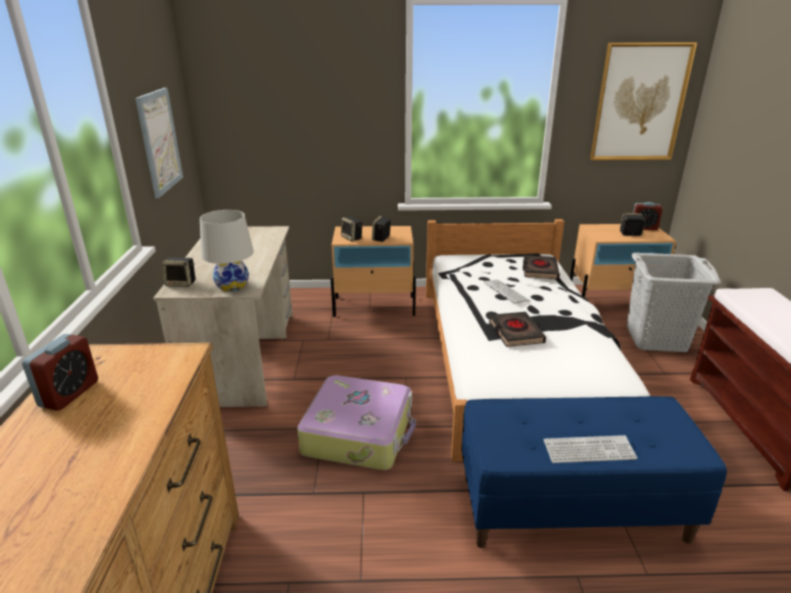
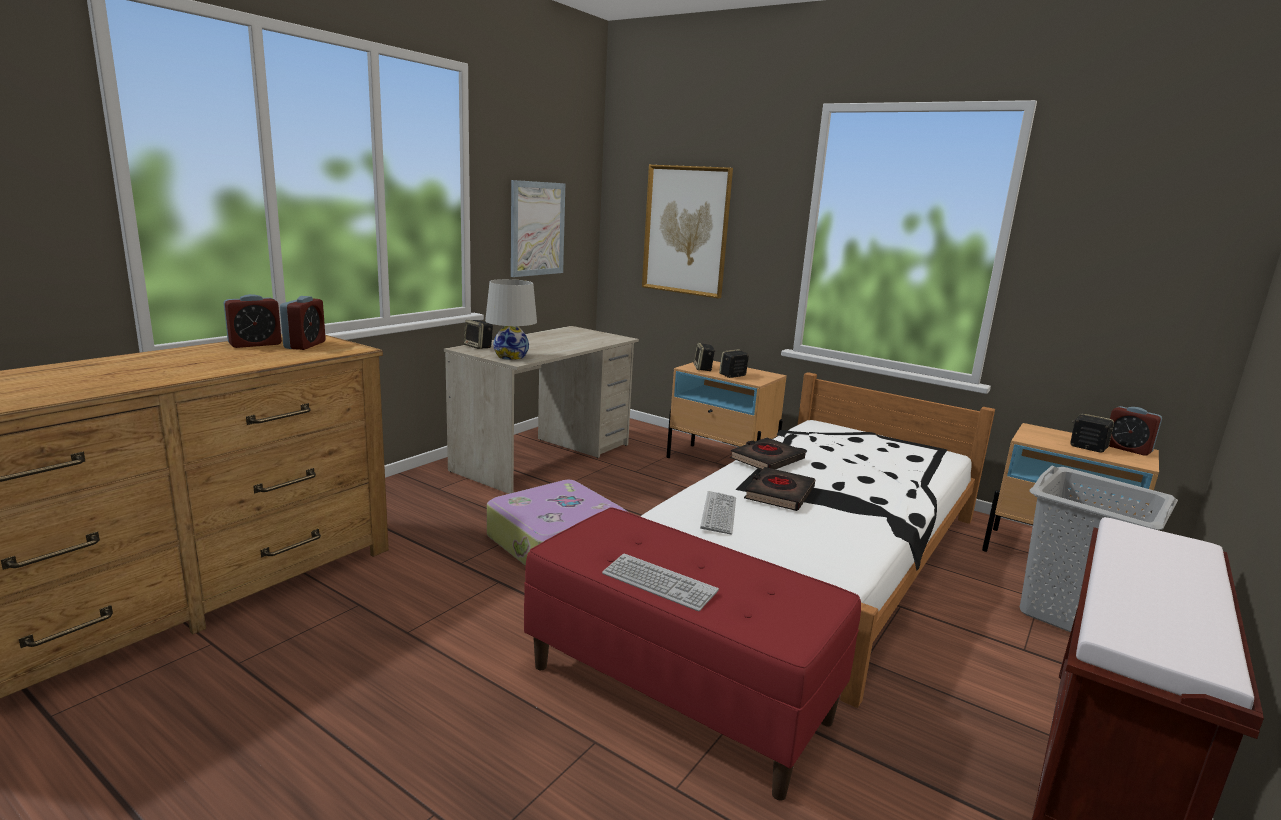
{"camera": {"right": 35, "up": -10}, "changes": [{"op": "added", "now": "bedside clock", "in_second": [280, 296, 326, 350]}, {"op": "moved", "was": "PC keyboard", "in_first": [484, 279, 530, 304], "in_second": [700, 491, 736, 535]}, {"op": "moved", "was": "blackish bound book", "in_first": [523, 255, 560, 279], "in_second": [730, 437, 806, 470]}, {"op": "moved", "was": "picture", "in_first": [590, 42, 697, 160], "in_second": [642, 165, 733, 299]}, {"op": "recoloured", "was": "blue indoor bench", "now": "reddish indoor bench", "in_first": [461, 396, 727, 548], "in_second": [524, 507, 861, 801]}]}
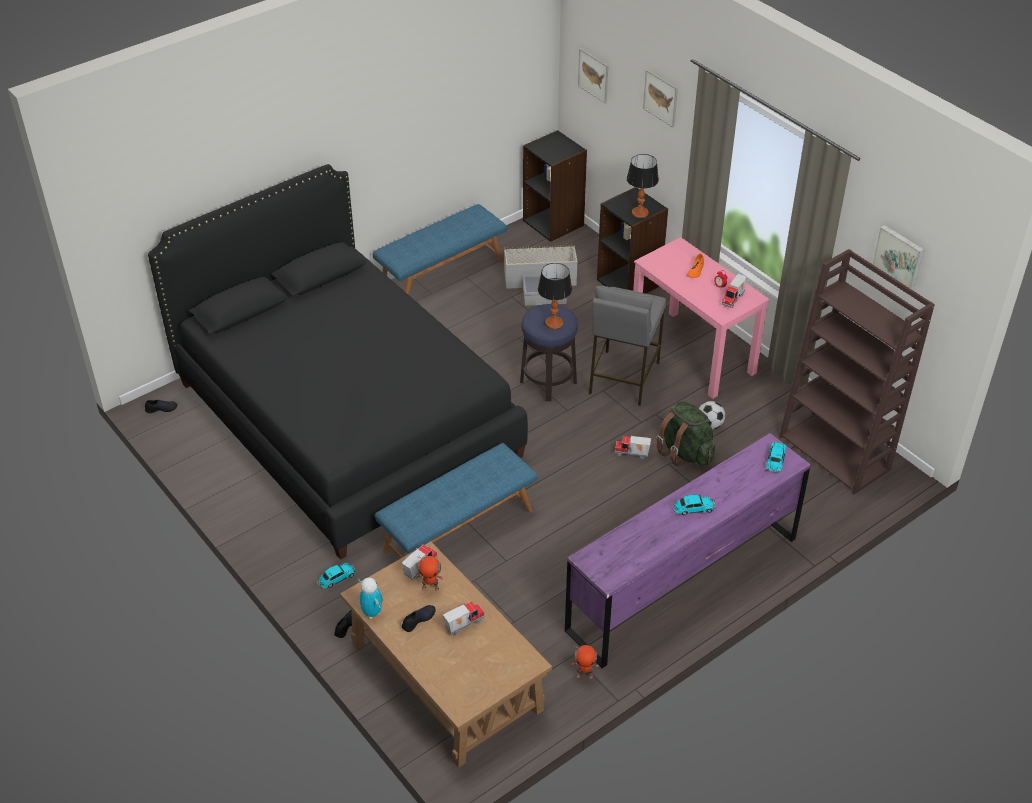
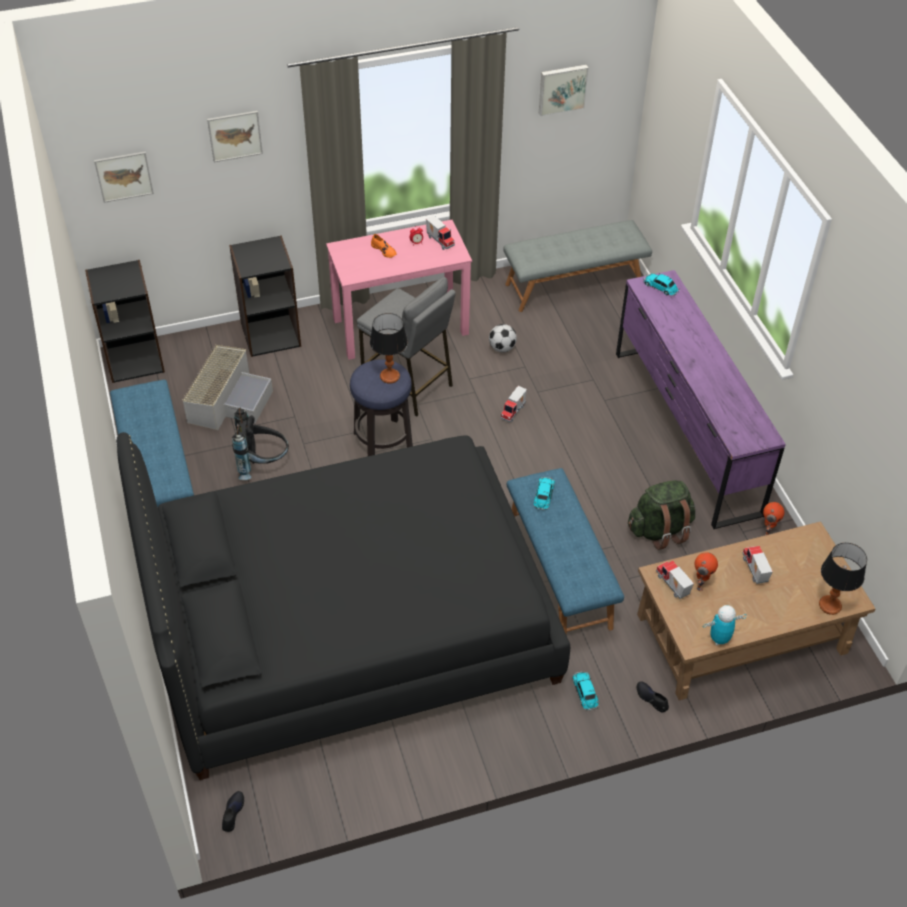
{"camera": {"right": -70, "up": 5}, "changes": [{"op": "removed", "was": "blackish shoe", "in_first": [402, 605, 436, 632]}, {"op": "added", "now": "blackish backpack", "in_second": [232, 408, 289, 480]}, {"op": "moved", "was": "tabletop lamp", "in_first": [627, 154, 659, 218], "in_second": [819, 543, 867, 615]}, {"op": "moved", "was": "green-coloured backpack", "in_first": [656, 401, 715, 467], "in_second": [628, 480, 695, 550]}, {"op": "moved", "was": "miniature car", "in_first": [673, 495, 716, 515], "in_second": [533, 476, 555, 510]}, {"op": "replaced", "was": "brown bookcase", "now": "grey indoor bench", "in_first": [779, 249, 935, 495], "in_second": [503, 220, 652, 312]}]}
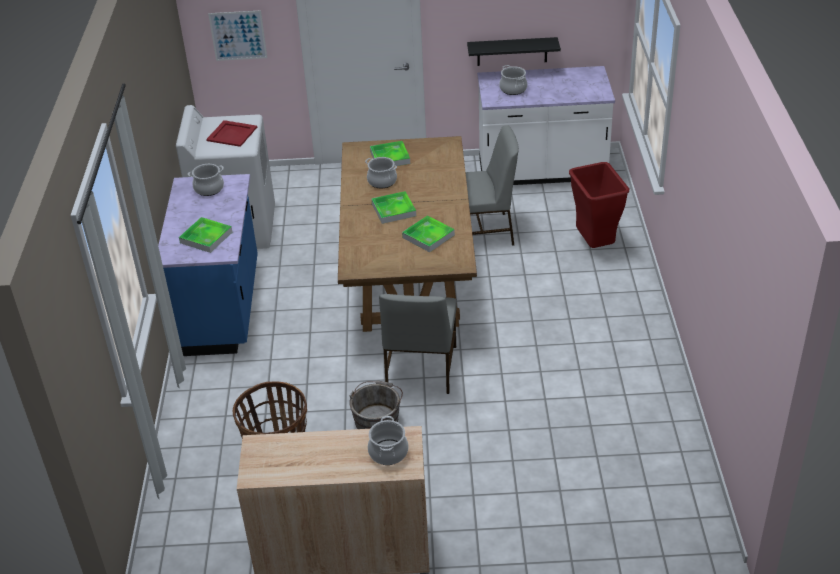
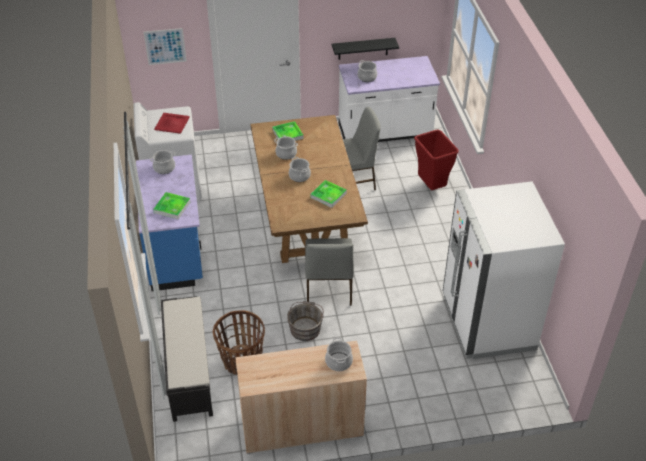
{"camera": {"right": -10, "up": 5}, "changes": [{"op": "added", "now": "blackish indoor bench", "in_second": [161, 296, 213, 422]}, {"op": "added", "now": "white-coloured fridge", "in_second": [443, 181, 565, 359]}, {"op": "replaced", "was": "tray", "now": "saucepot", "in_first": [372, 191, 416, 224], "in_second": [289, 157, 311, 182]}]}
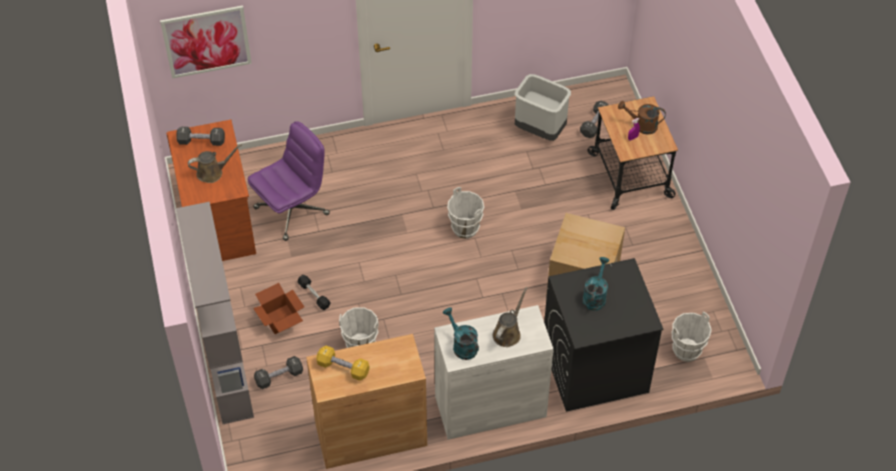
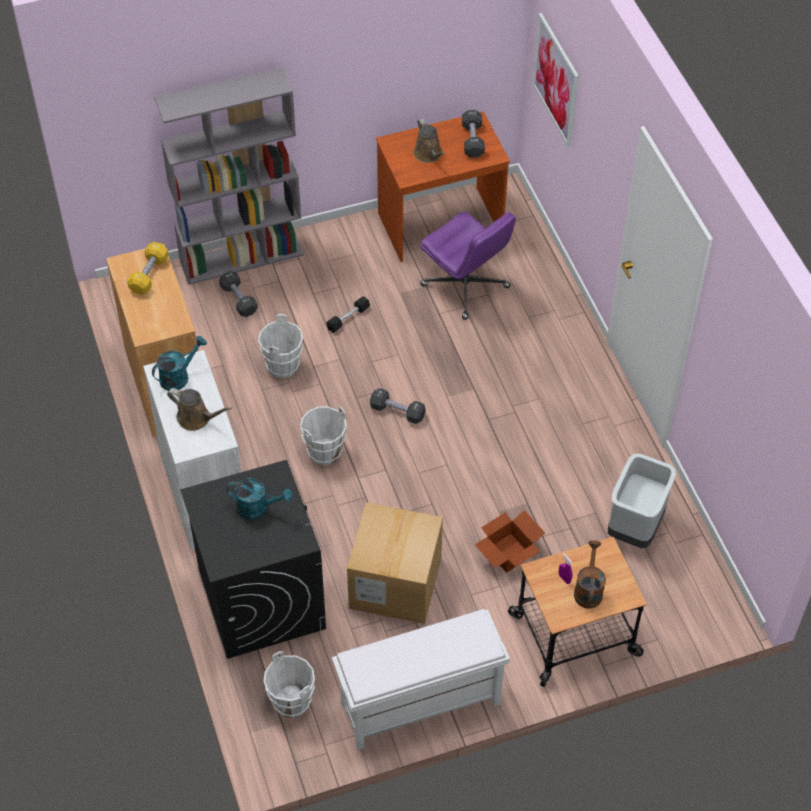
{"camera": {"right": 85, "up": 0}, "changes": [{"op": "added", "now": "white-coloured indoor bench", "in_second": [332, 609, 510, 750]}, {"op": "moved", "was": "carton", "in_first": [253, 283, 304, 334], "in_second": [475, 510, 545, 573]}, {"op": "moved", "was": "white-coloured water bucket", "in_first": [447, 187, 484, 239], "in_second": [300, 406, 346, 465]}, {"op": "moved", "was": "blackish dumbbell", "in_first": [580, 101, 608, 138], "in_second": [370, 388, 426, 424]}]}
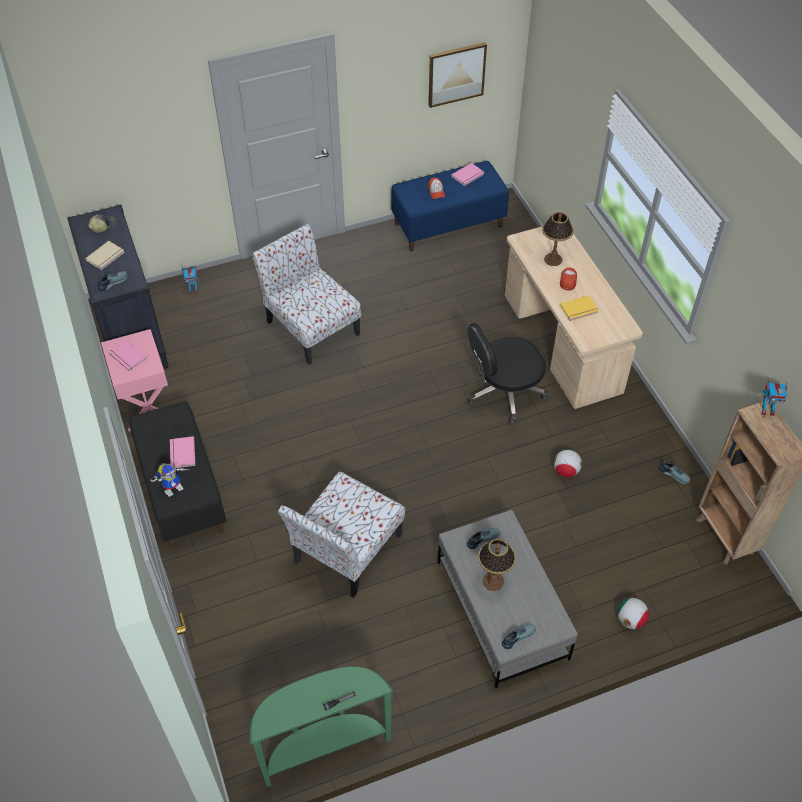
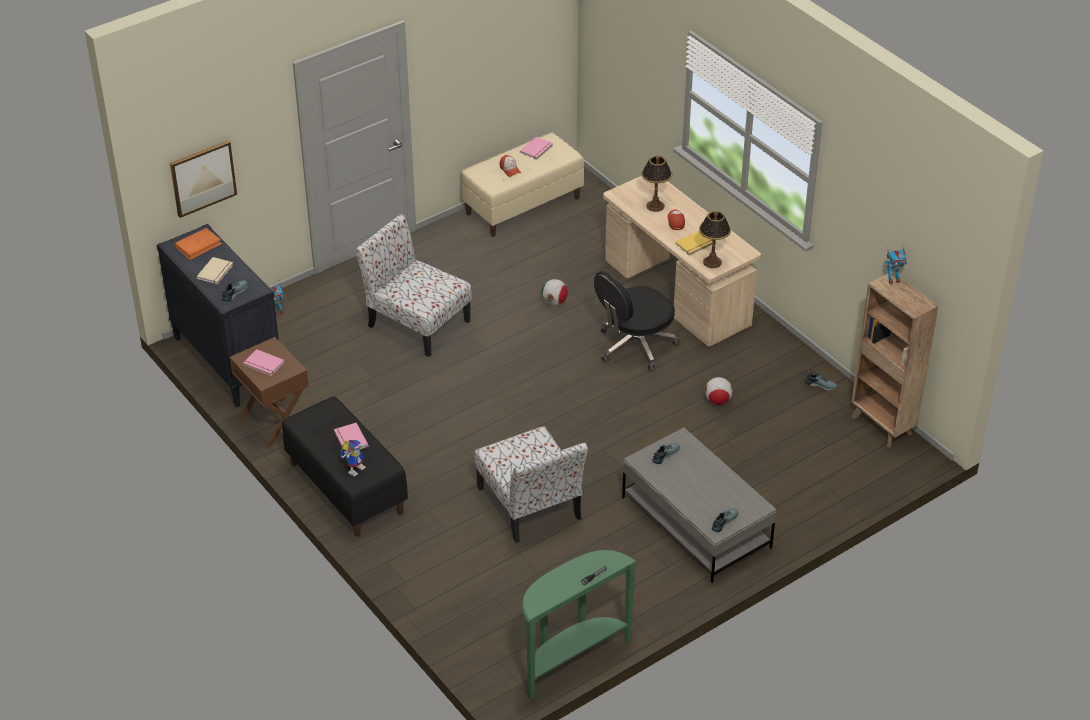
{"camera": {"right": -15, "up": -10}, "changes": [{"op": "moved", "was": "picture", "in_first": [428, 42, 487, 108], "in_second": [170, 140, 237, 218]}, {"op": "moved", "was": "tabletop lamp", "in_first": [478, 538, 516, 591], "in_second": [699, 211, 731, 268]}, {"op": "moved", "was": "football ball", "in_first": [618, 598, 649, 629], "in_second": [542, 279, 568, 305]}, {"op": "replaced", "was": "peaked cap", "now": "orange bound book", "in_first": [88, 214, 117, 233], "in_second": [175, 228, 222, 260]}, {"op": "recoloured", "was": "pinkish nightstand", "now": "brown nightstand", "in_first": [101, 329, 168, 431], "in_second": [230, 337, 309, 448]}, {"op": "recoloured", "was": "blue indoor bench", "now": "beige-coloured indoor bench", "in_first": [391, 161, 509, 251], "in_second": [461, 133, 584, 237]}, {"op": "turned", "was": "chair", "in_first": [278, 472, 405, 598], "in_second": [474, 426, 588, 543], "clockwise": -45}]}
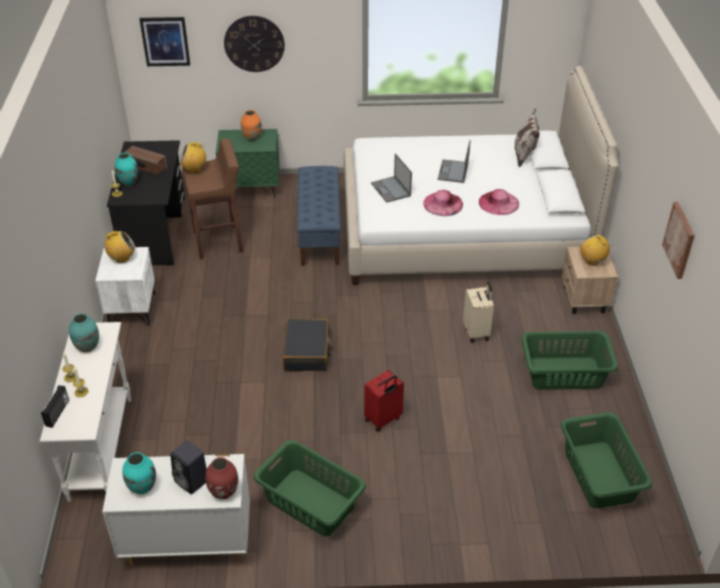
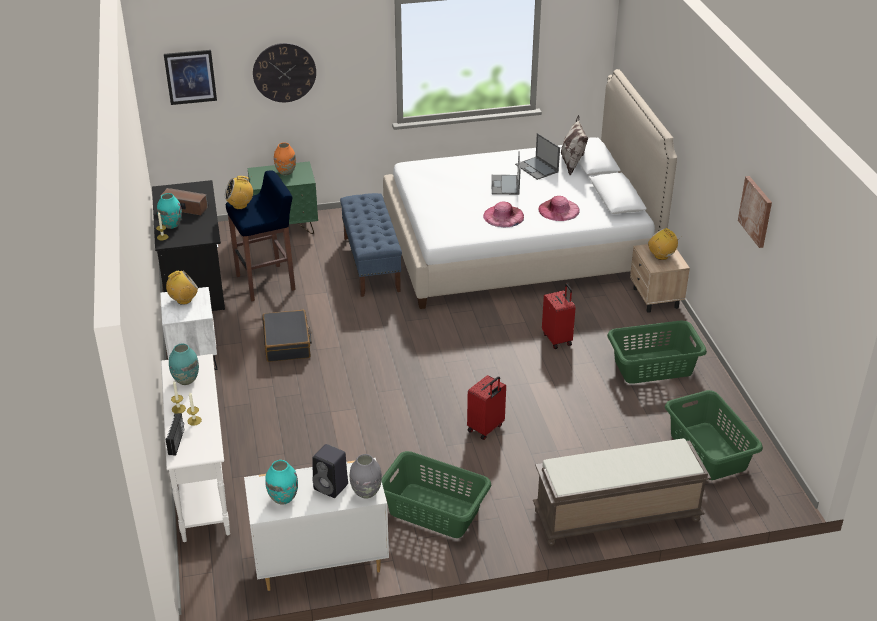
{"camera": {"right": -10, "up": -5}, "changes": [{"op": "added", "now": "brown indoor bench", "in_second": [533, 439, 711, 546]}, {"op": "moved", "was": "blackish suitcase", "in_first": [283, 319, 332, 371], "in_second": [262, 310, 312, 362]}, {"op": "moved", "was": "portable computer", "in_first": [371, 154, 412, 203], "in_second": [515, 133, 560, 180]}, {"op": "recoloured", "was": "brown sitting stool", "now": "blue sitting stool", "in_first": [182, 138, 243, 259], "in_second": [226, 171, 296, 301]}, {"op": "recoloured", "was": "reddish vase", "now": "grey vase", "in_first": [206, 457, 238, 499], "in_second": [350, 454, 382, 499]}, {"op": "recoloured", "was": "beige-coloured suitcase", "now": "reddish suitcase", "in_first": [463, 282, 494, 343], "in_second": [542, 284, 576, 349]}]}
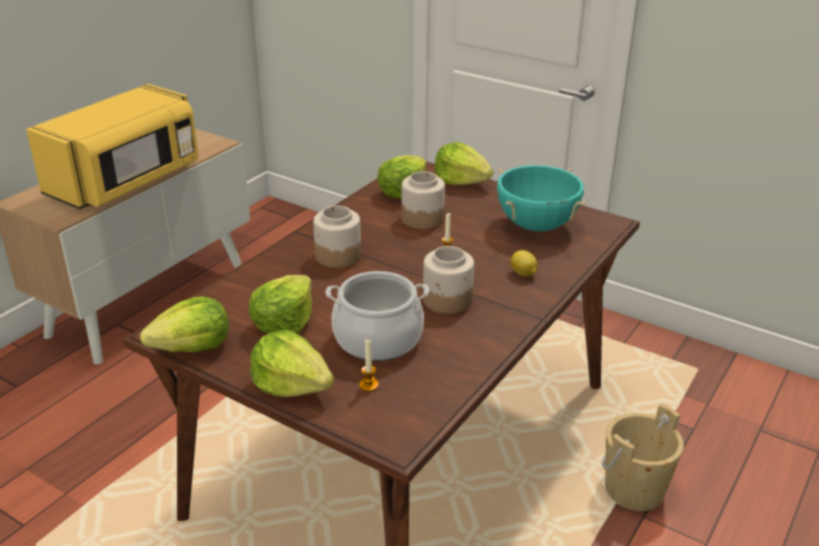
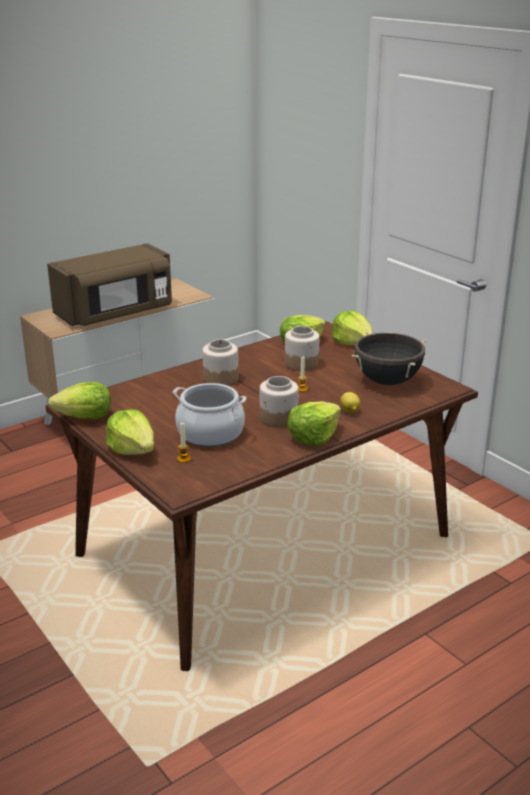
{"camera": {"right": 20, "up": -5}, "changes": [{"op": "removed", "was": "beige-coloured water bucket", "in_first": [602, 403, 684, 511]}, {"op": "moved", "was": "lettuce", "in_first": [249, 275, 312, 334], "in_second": [287, 401, 341, 446]}, {"op": "recoloured", "was": "yellow-coloured microwave oven", "now": "brown microwave oven", "in_first": [26, 84, 199, 209], "in_second": [47, 243, 172, 326]}, {"op": "recoloured", "was": "blue-green saucepot", "now": "blackish saucepot", "in_first": [497, 165, 586, 231], "in_second": [352, 332, 427, 385]}]}
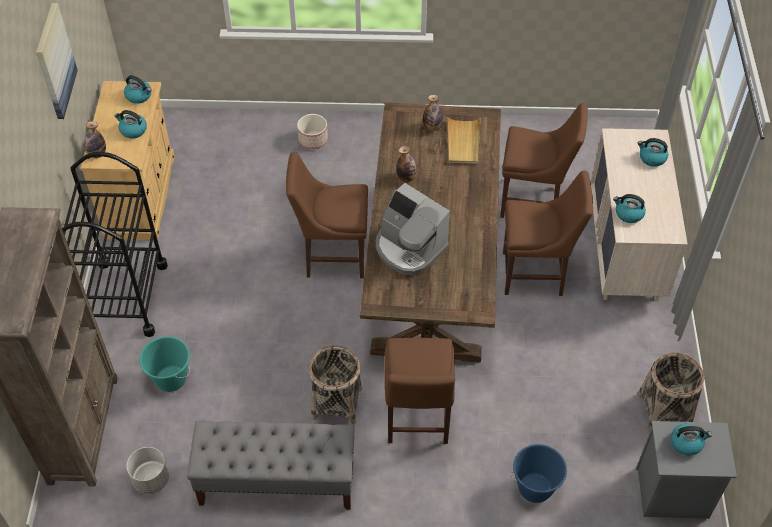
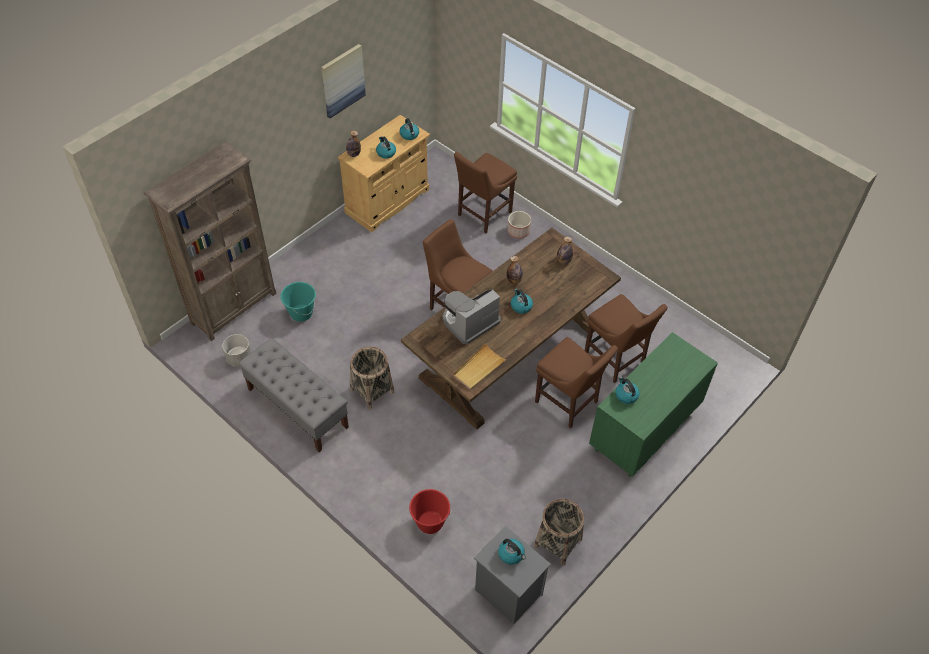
{"camera": {"right": 40, "up": 0}, "changes": [{"op": "removed", "was": "blackish trolley", "in_first": [62, 152, 168, 337]}, {"op": "moved", "was": "brown chair", "in_first": [385, 338, 455, 444], "in_second": [454, 152, 517, 233]}, {"op": "moved", "was": "beige-coloured tray", "in_first": [447, 117, 480, 164], "in_second": [453, 344, 506, 390]}, {"op": "moved", "was": "water kettle", "in_first": [638, 138, 669, 167], "in_second": [511, 288, 533, 314]}, {"op": "recoloured", "was": "blue water bucket", "now": "reddish water bucket", "in_first": [511, 444, 567, 503], "in_second": [409, 489, 451, 534]}, {"op": "recoloured", "was": "beige-coloured chest of drawers", "now": "green-coloured chest of drawers", "in_first": [590, 128, 688, 301], "in_second": [589, 332, 718, 477]}, {"op": "turned", "was": "coffee maker", "in_first": [376, 183, 450, 275], "in_second": [443, 289, 501, 344], "clockwise": 60}]}
